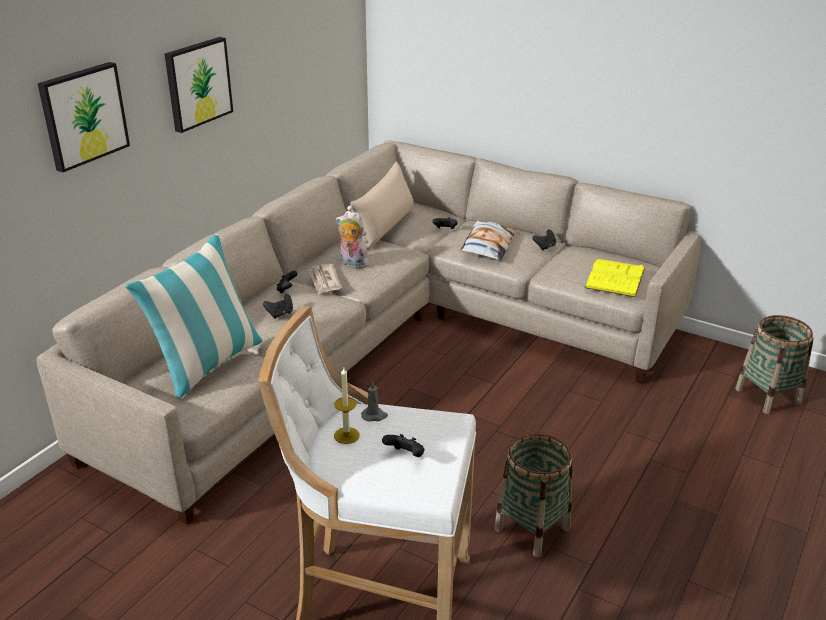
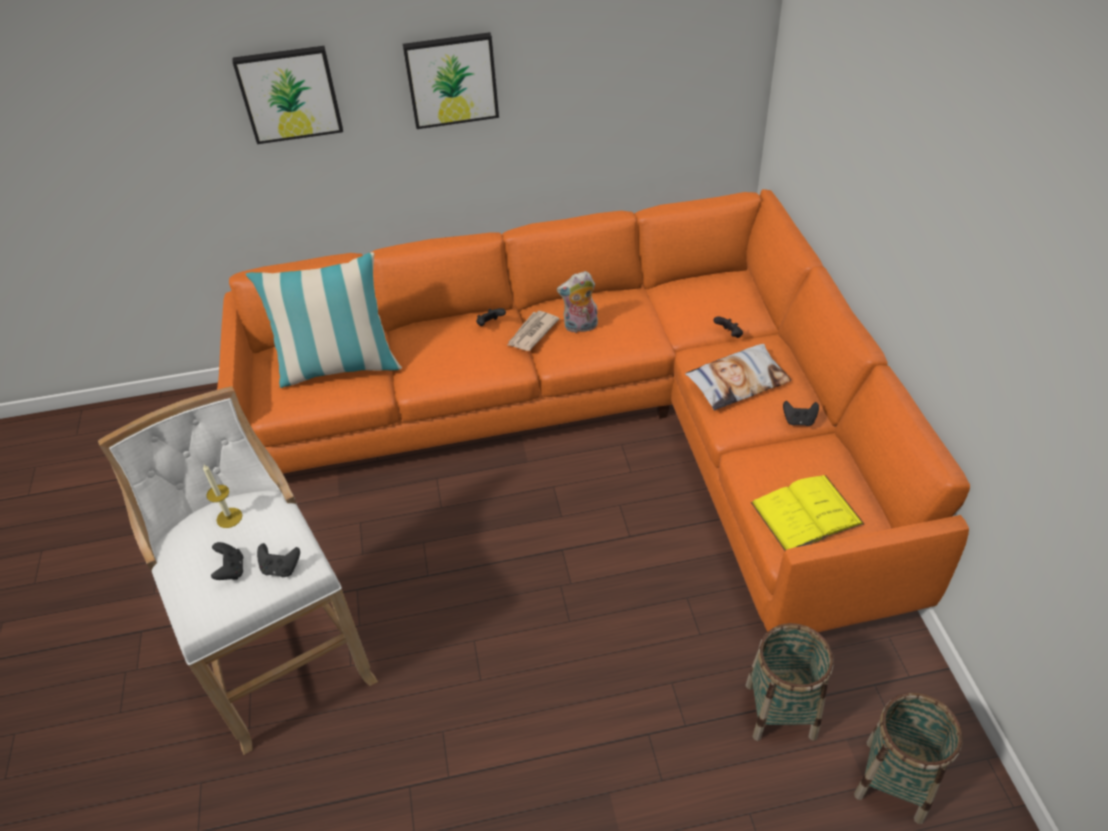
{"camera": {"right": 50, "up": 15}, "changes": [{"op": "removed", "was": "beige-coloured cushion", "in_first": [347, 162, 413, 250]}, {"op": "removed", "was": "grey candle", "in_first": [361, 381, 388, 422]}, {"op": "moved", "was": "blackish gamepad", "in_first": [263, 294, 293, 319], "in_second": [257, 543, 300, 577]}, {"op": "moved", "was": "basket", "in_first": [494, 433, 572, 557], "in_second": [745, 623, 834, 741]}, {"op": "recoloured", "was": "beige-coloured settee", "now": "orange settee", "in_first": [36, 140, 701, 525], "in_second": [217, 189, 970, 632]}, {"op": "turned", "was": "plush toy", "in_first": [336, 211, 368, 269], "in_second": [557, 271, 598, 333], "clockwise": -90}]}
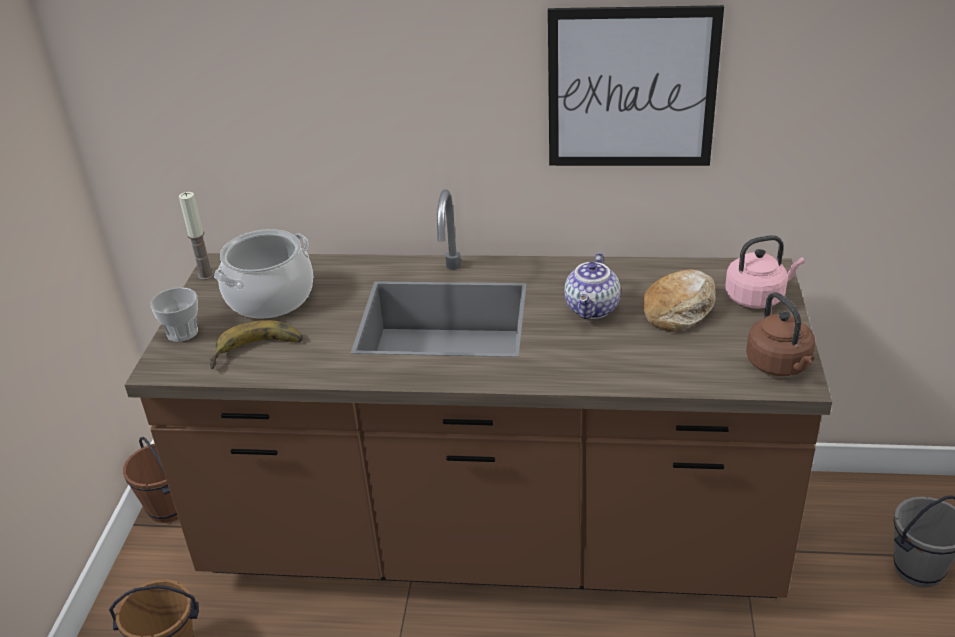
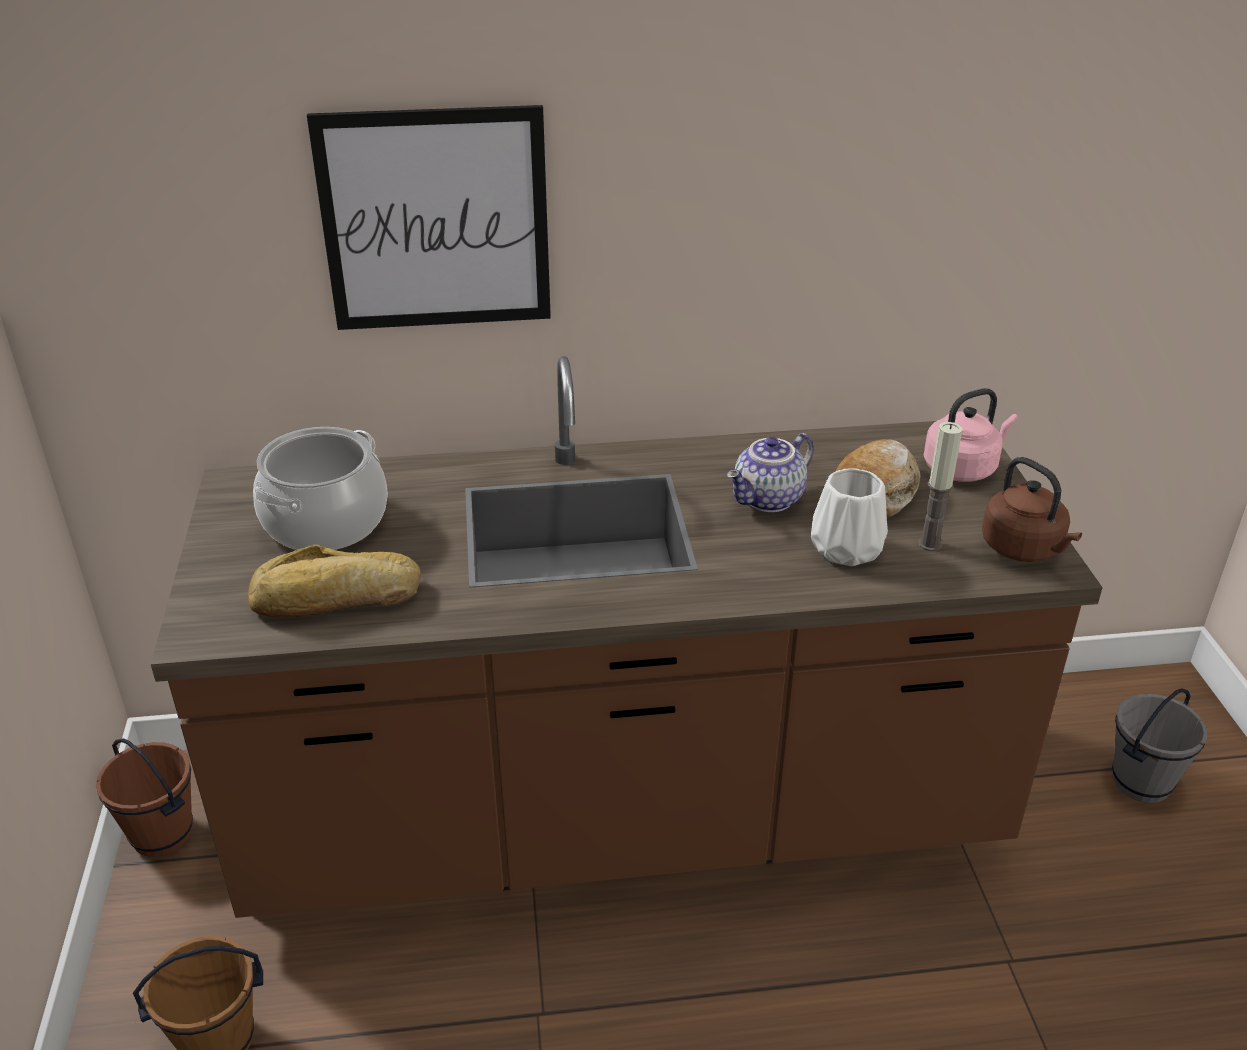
{"camera": {"right": -15, "up": 0}, "changes": [{"op": "removed", "was": "small cup", "in_first": [150, 287, 198, 342]}, {"op": "added", "now": "white-coloured vase", "in_second": [811, 468, 888, 566]}, {"op": "moved", "was": "candle", "in_first": [179, 192, 214, 280], "in_second": [918, 422, 962, 551]}, {"op": "moved", "was": "picture", "in_first": [548, 5, 724, 166], "in_second": [307, 105, 551, 330]}, {"op": "replaced", "was": "banana", "now": "baked bread", "in_first": [209, 320, 303, 369], "in_second": [248, 544, 421, 617]}, {"op": "turned", "was": "pot for tea", "in_first": [564, 253, 620, 319], "in_second": [727, 433, 814, 512], "clockwise": 45}]}
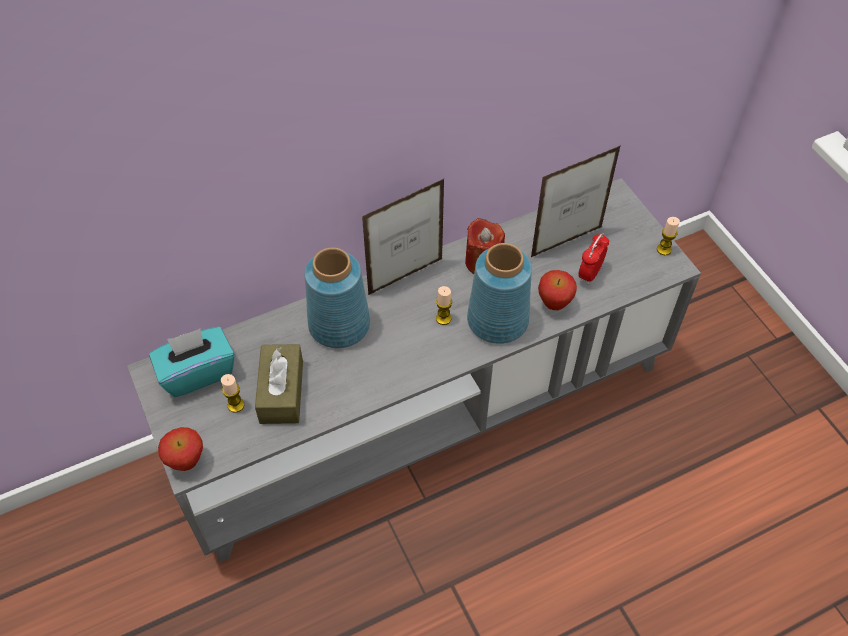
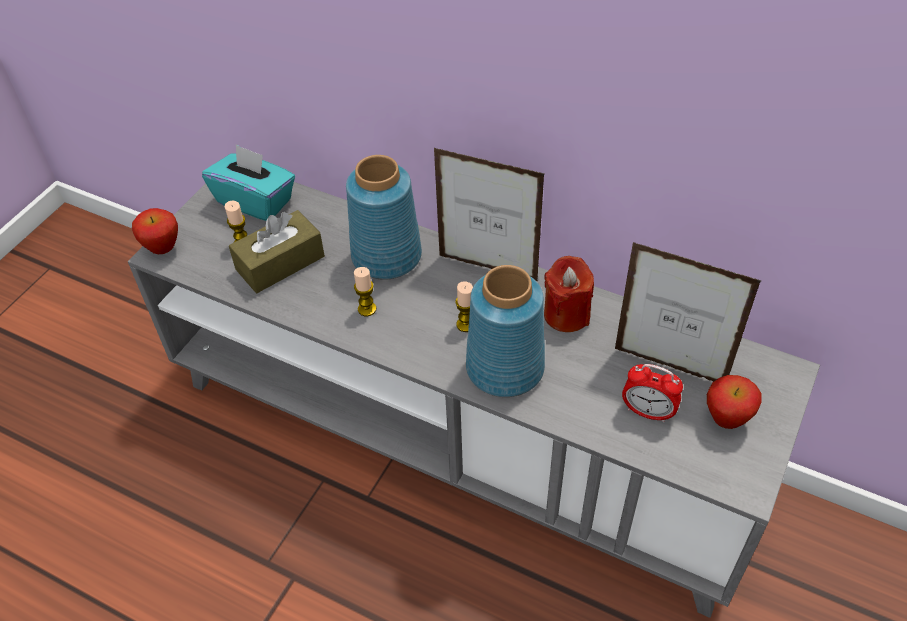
{"camera": {"right": 55, "up": -5}, "changes": [{"op": "moved", "was": "whole apple", "in_first": [538, 270, 577, 310], "in_second": [707, 375, 762, 429]}, {"op": "moved", "was": "candle", "in_first": [657, 217, 680, 255], "in_second": [354, 267, 376, 316]}, {"op": "turned", "was": "bedside clock", "in_first": [578, 233, 609, 285], "in_second": [622, 364, 683, 423], "clockwise": -150}]}
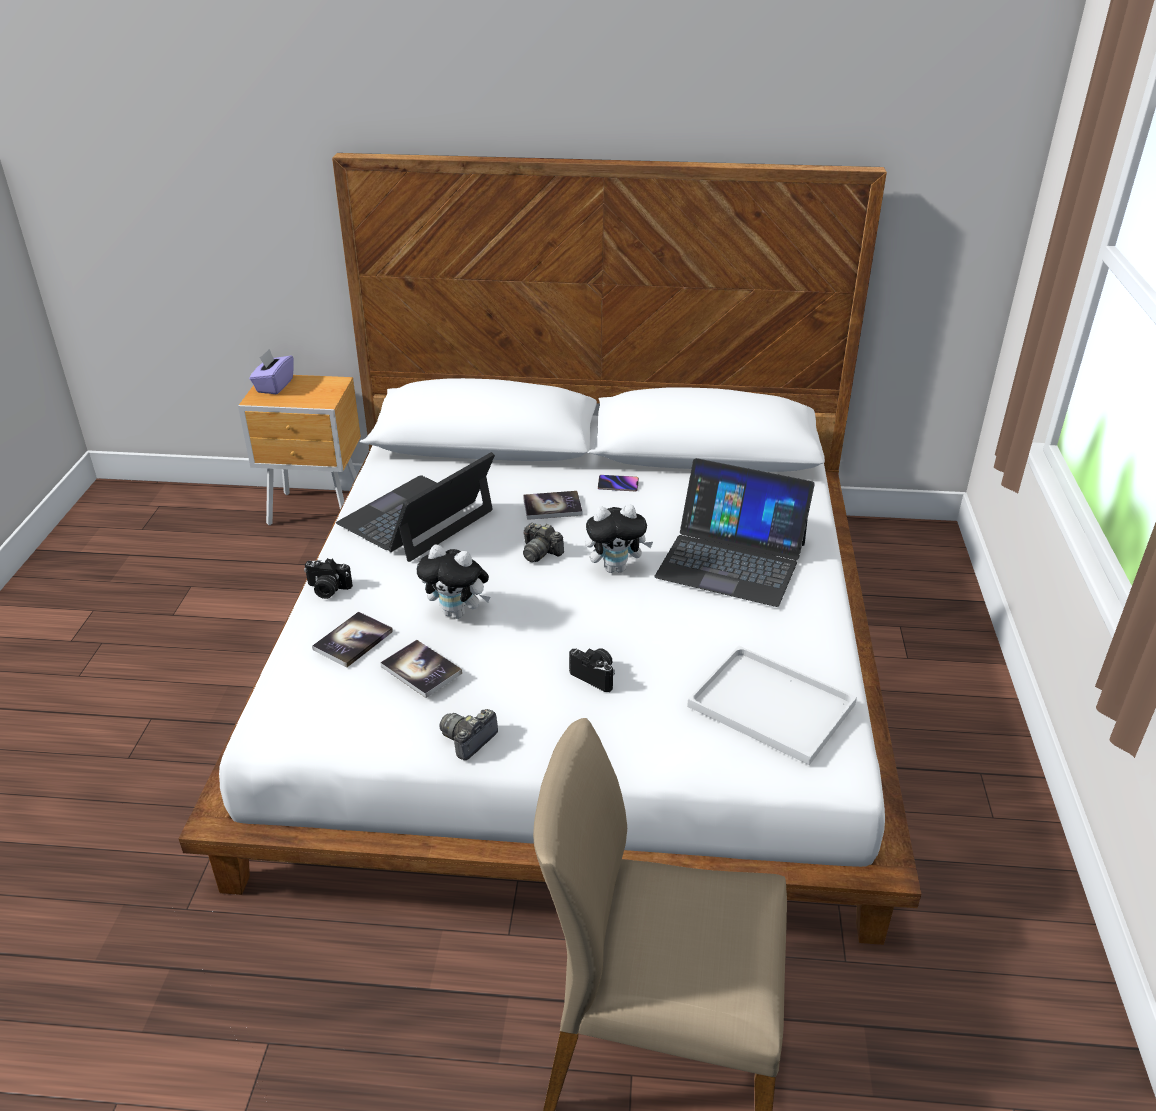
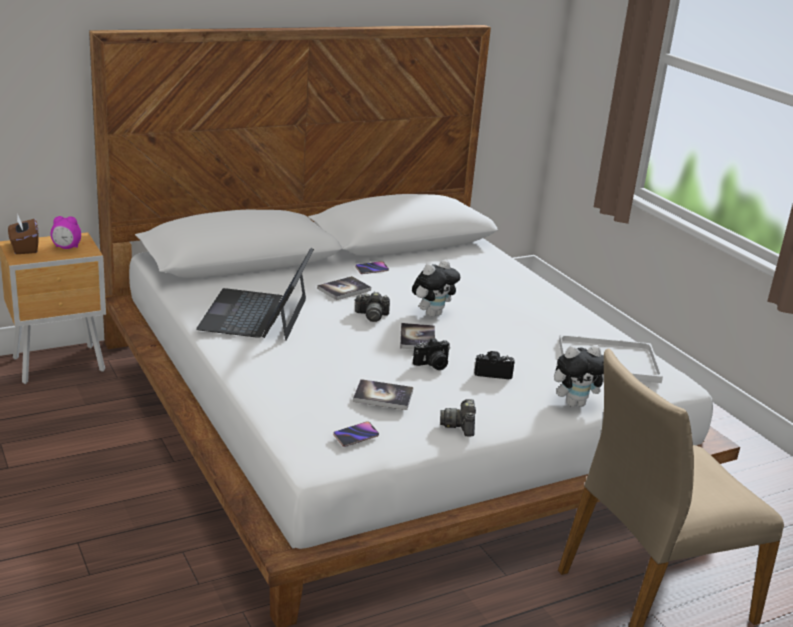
{"camera": {"right": -35, "up": -10}, "changes": [{"op": "removed", "was": "portable computer", "in_first": [654, 458, 815, 607]}, {"op": "added", "now": "bedside clock", "in_second": [51, 216, 81, 249]}, {"op": "added", "now": "telephone", "in_second": [333, 421, 379, 447]}, {"op": "moved", "was": "photo camera", "in_first": [304, 558, 353, 599], "in_second": [413, 338, 450, 370]}, {"op": "moved", "was": "bound book", "in_first": [312, 611, 393, 668], "in_second": [400, 323, 435, 349]}, {"op": "moved", "was": "plush toy", "in_first": [417, 544, 490, 619], "in_second": [554, 345, 604, 407]}, {"op": "recoloured", "was": "purple box of tissues", "now": "brown box of tissues", "in_first": [249, 349, 294, 394], "in_second": [8, 215, 38, 254]}]}
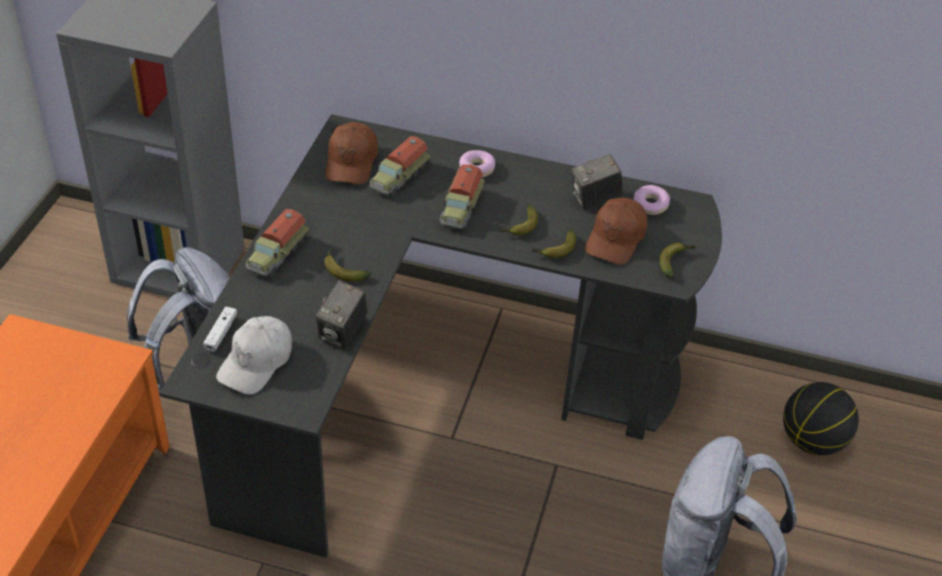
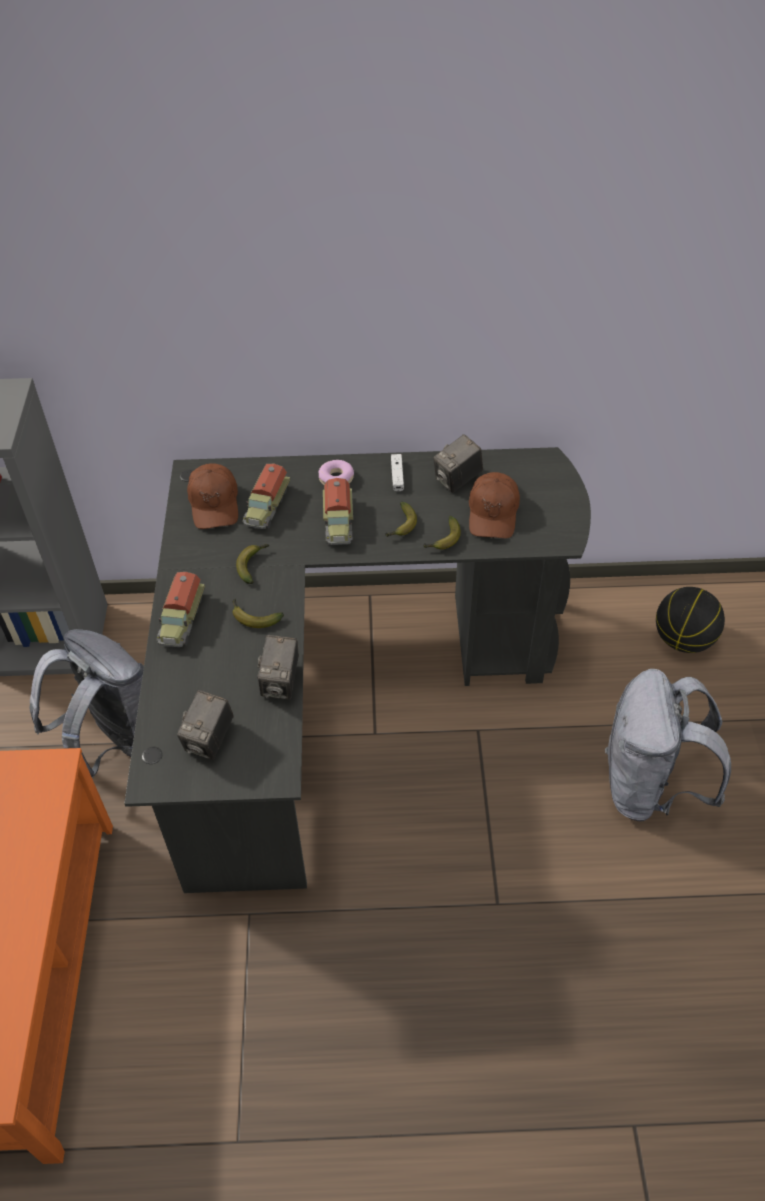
{"camera": {"right": -15, "up": 5}, "changes": [{"op": "removed", "was": "ring doughnut", "in_first": [633, 185, 670, 215]}, {"op": "moved", "was": "white-coloured gamepad", "in_first": [203, 307, 237, 352], "in_second": [391, 454, 404, 491]}, {"op": "moved", "was": "banana", "in_first": [660, 243, 696, 278], "in_second": [236, 544, 269, 584]}, {"op": "replaced", "was": "white-coloured peaked cap", "now": "photo camera", "in_first": [216, 316, 292, 394], "in_second": [177, 690, 234, 760]}]}
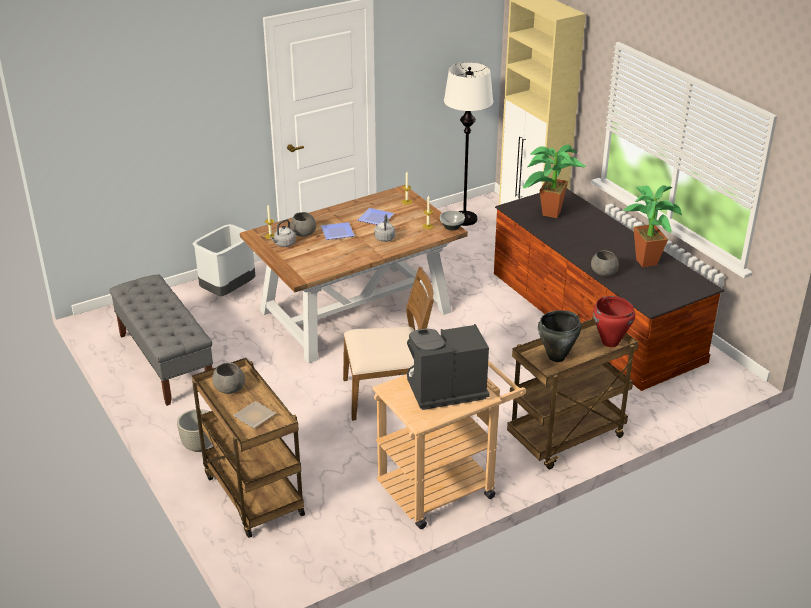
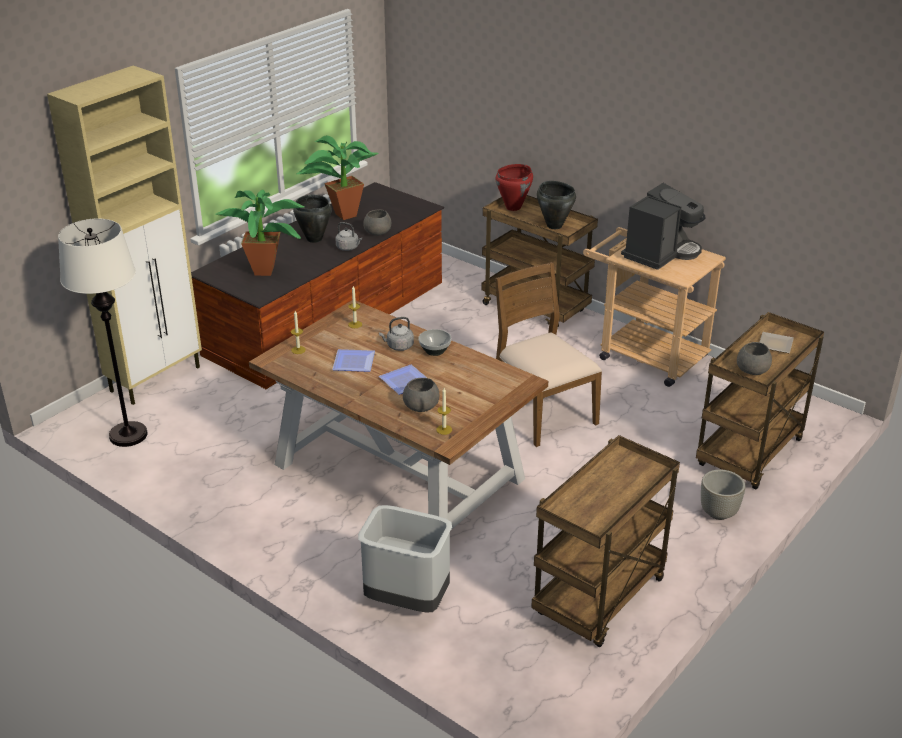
{"camera": {"right": -110, "up": 0}, "changes": [{"op": "added", "now": "blackish saucepot", "in_second": [293, 195, 332, 243]}, {"op": "moved", "was": "grey water kettle", "in_first": [270, 219, 296, 247], "in_second": [335, 222, 362, 251]}, {"op": "moved", "was": "bowl", "in_first": [440, 211, 465, 231], "in_second": [418, 329, 451, 356]}, {"op": "replaced", "was": "grey indoor bench", "now": "brown trolley", "in_first": [109, 274, 213, 406], "in_second": [531, 435, 680, 647]}, {"op": "turned", "was": "coffee maker", "in_first": [407, 324, 490, 410], "in_second": [621, 183, 705, 270], "clockwise": -105}]}
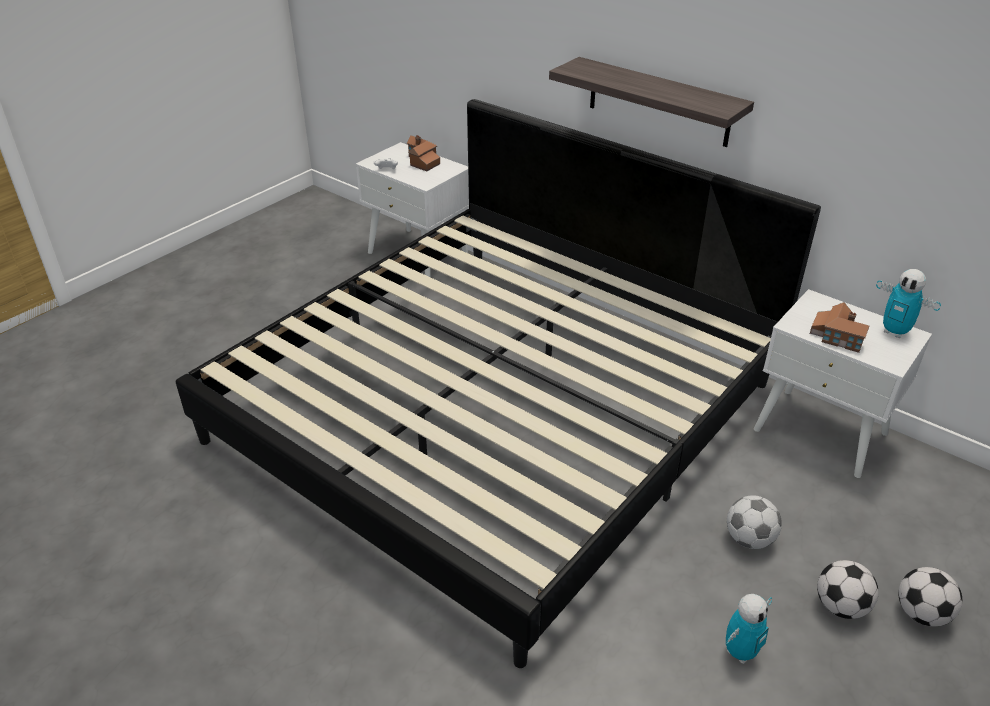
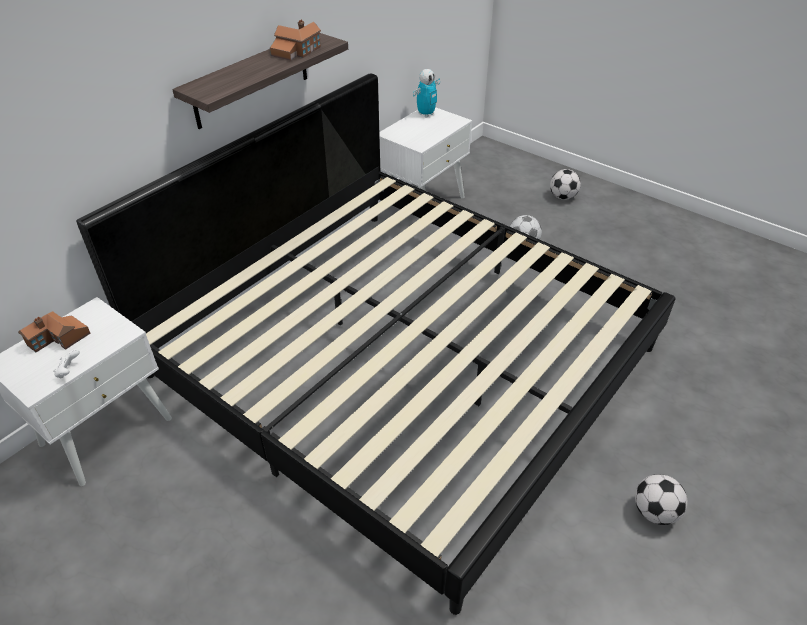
{"camera": {"right": -90, "up": 5}, "changes": [{"op": "removed", "was": "toy robot", "in_first": [725, 594, 772, 664]}, {"op": "moved", "was": "model house", "in_first": [810, 302, 869, 353], "in_second": [270, 19, 321, 61]}, {"op": "moved", "was": "football ball", "in_first": [817, 560, 878, 619], "in_second": [635, 474, 687, 525]}]}
